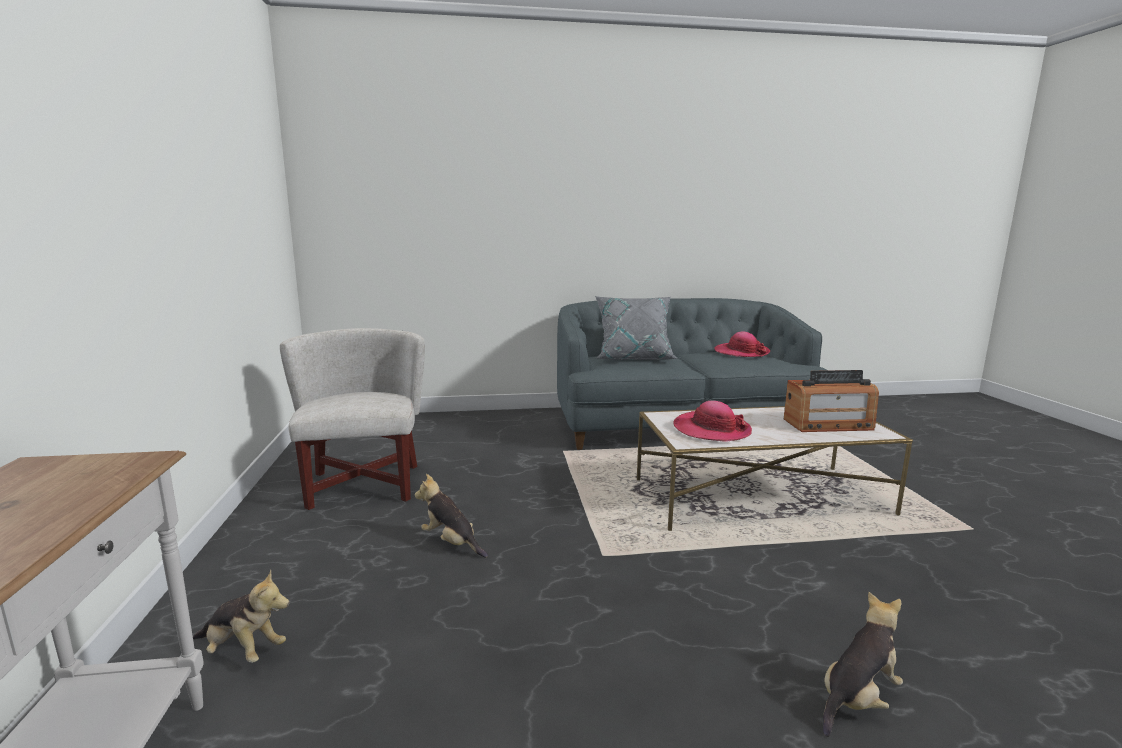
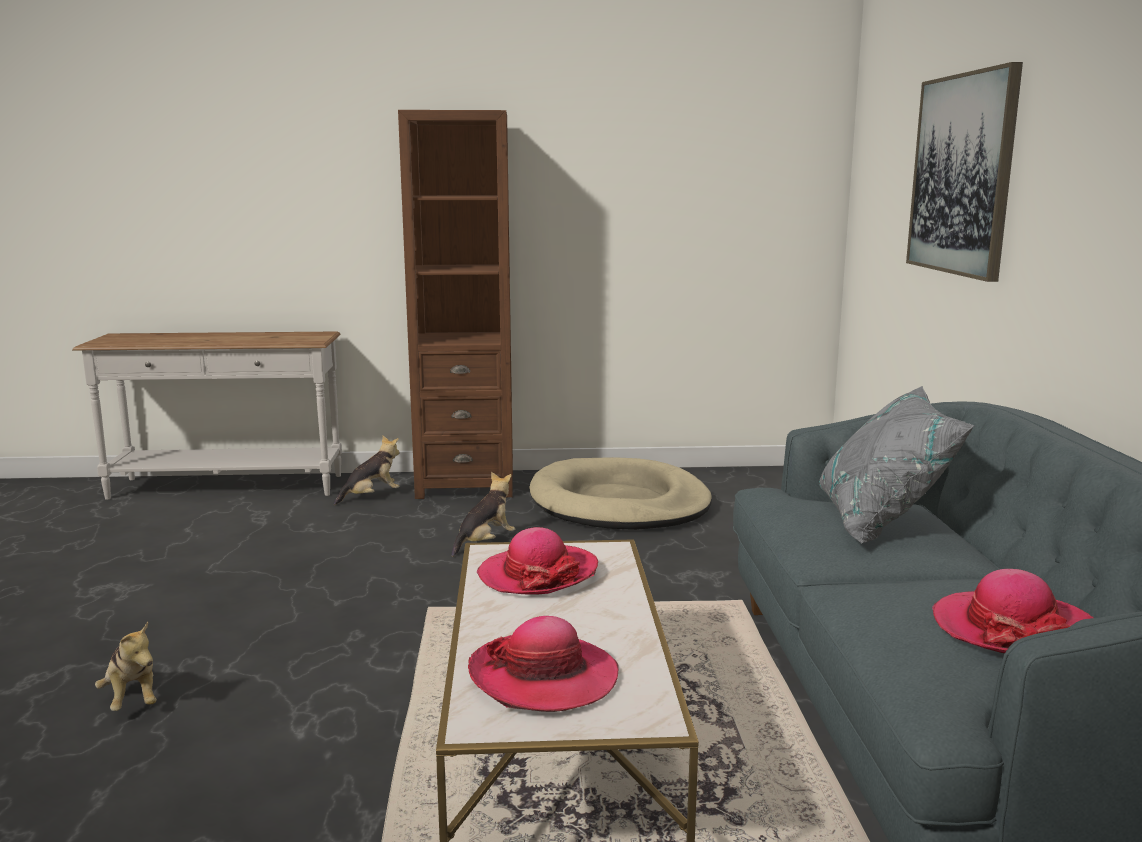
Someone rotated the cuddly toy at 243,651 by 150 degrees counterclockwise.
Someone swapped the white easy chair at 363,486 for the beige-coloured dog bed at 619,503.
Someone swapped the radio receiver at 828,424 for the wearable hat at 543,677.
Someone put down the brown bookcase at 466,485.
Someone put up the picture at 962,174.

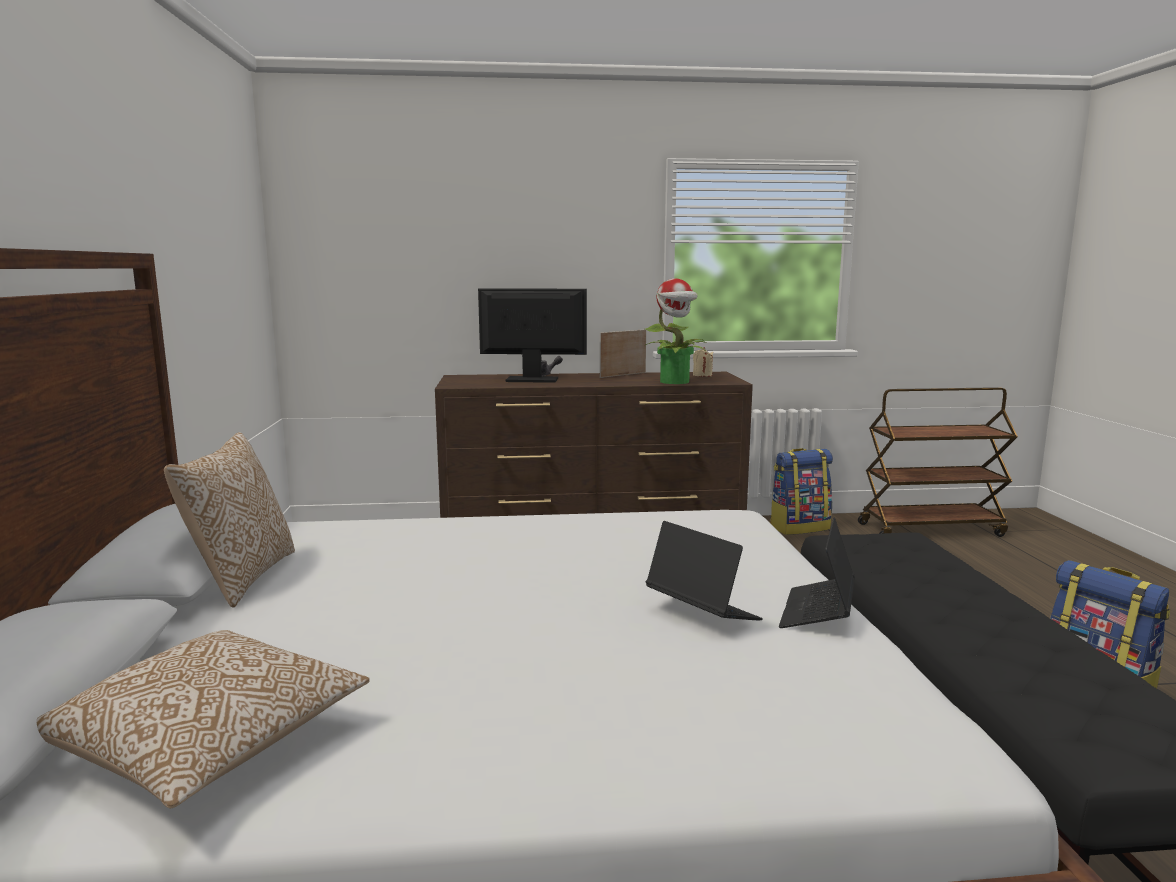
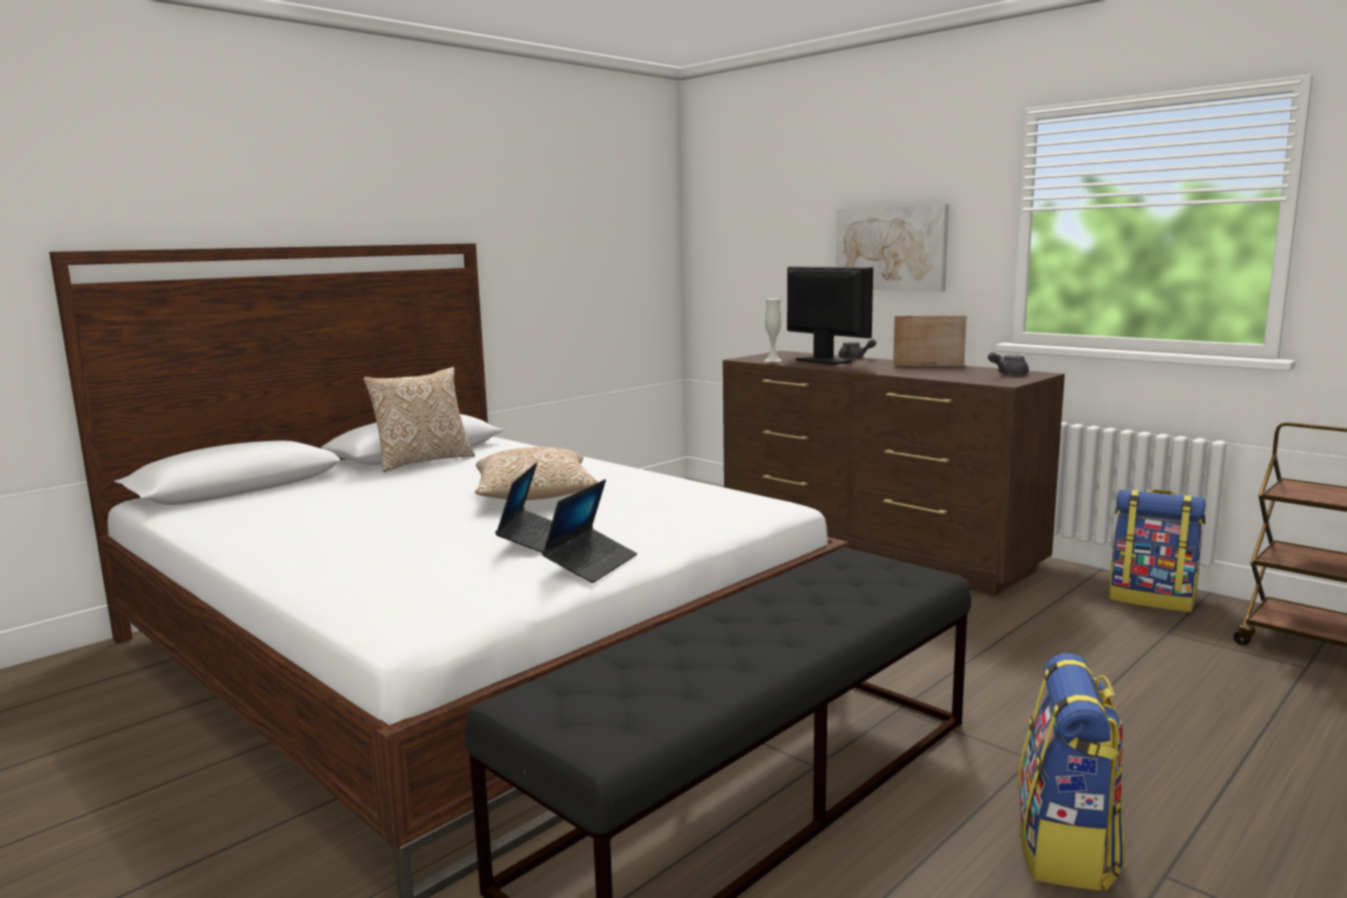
Someone carried the cushion from 211,746 to 534,496.
Someone took away the plant in a pot at 675,382.
Someone swapped the beige-coloured wax candle at 702,375 for the grey tea pot at 1008,374.
Someone rotated the laptop at 817,613 by 135 degrees clockwise.
Someone put down the white flower vase at 772,360.
Someone put up the picture at 891,248.

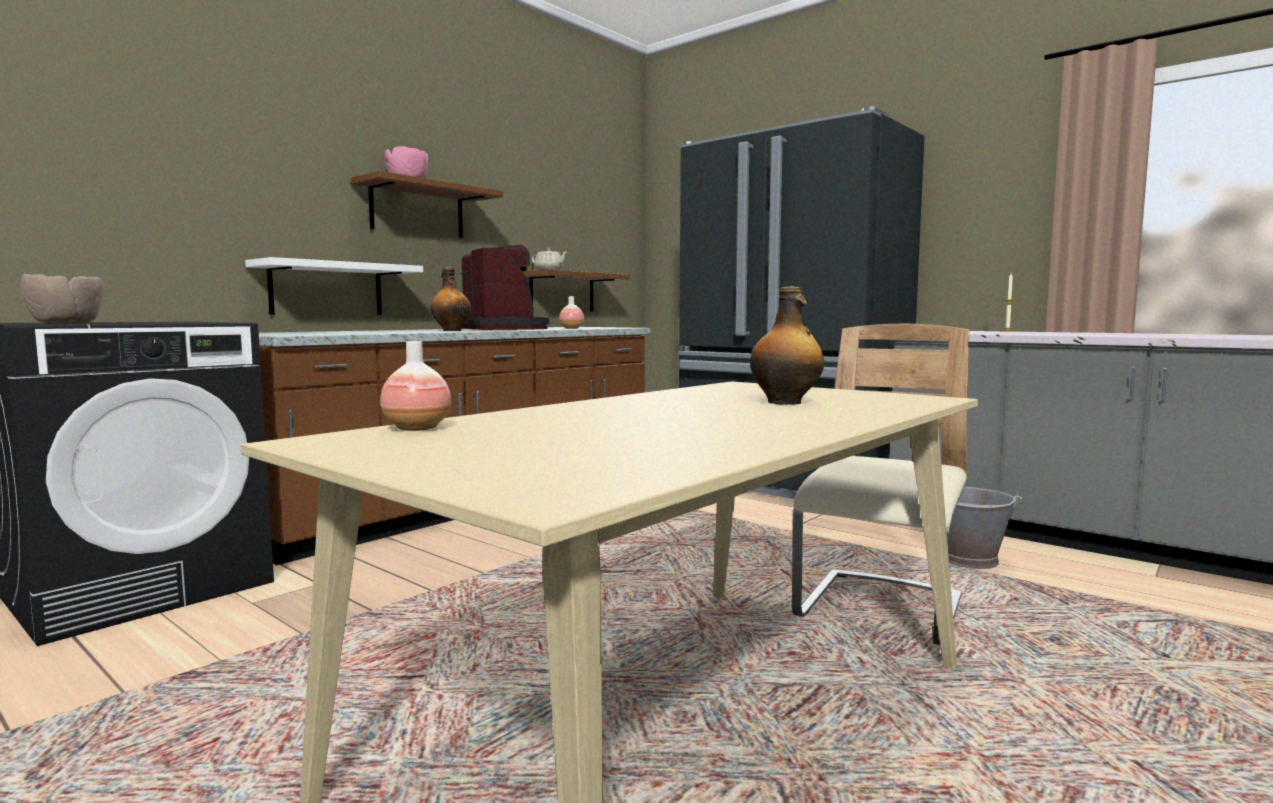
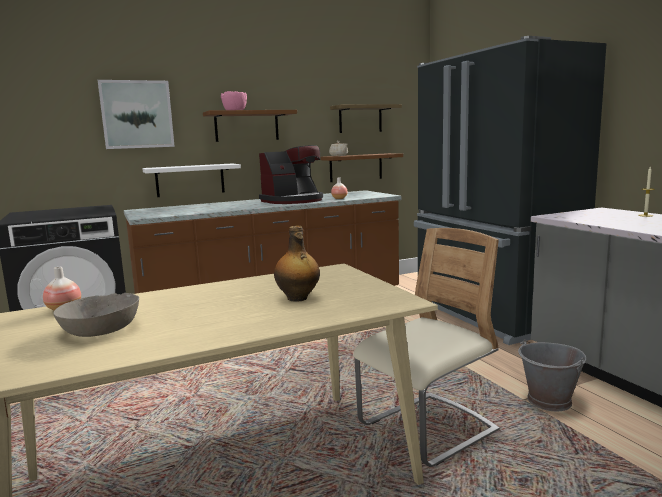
Someone took away the brown serving bowl at 67,323.
Someone took away the drink bottle at 451,330.
Someone rotated the coffee brewer at 505,329 by 60 degrees clockwise.
Someone put down the grey serving bowl at 100,329.
Someone put up the picture at 137,114.
Someone put up the shelf at 360,119.

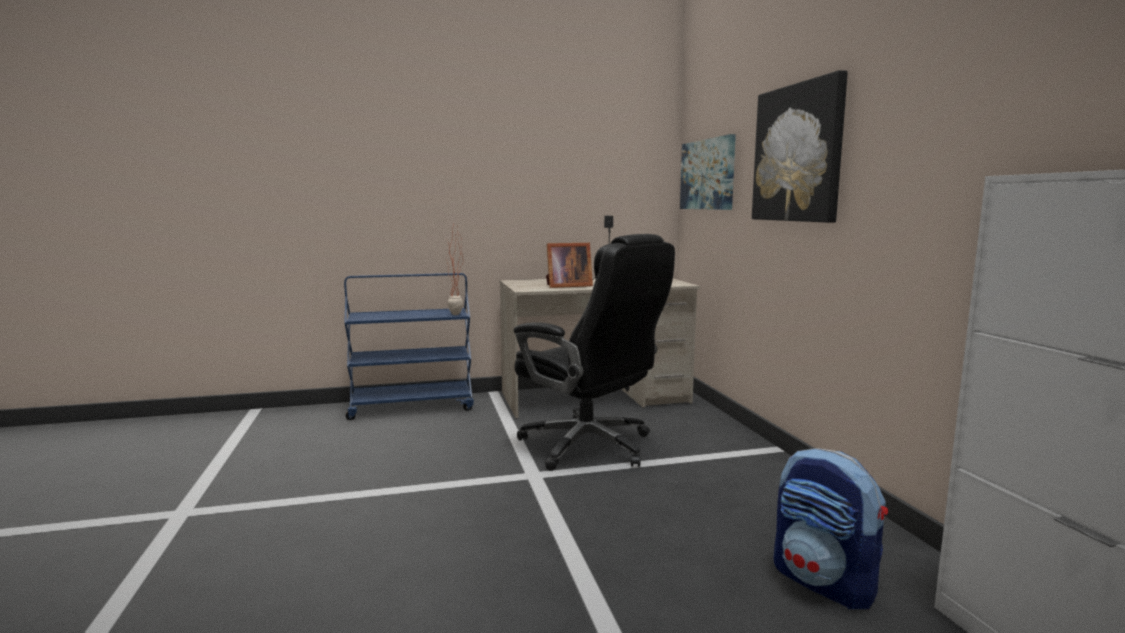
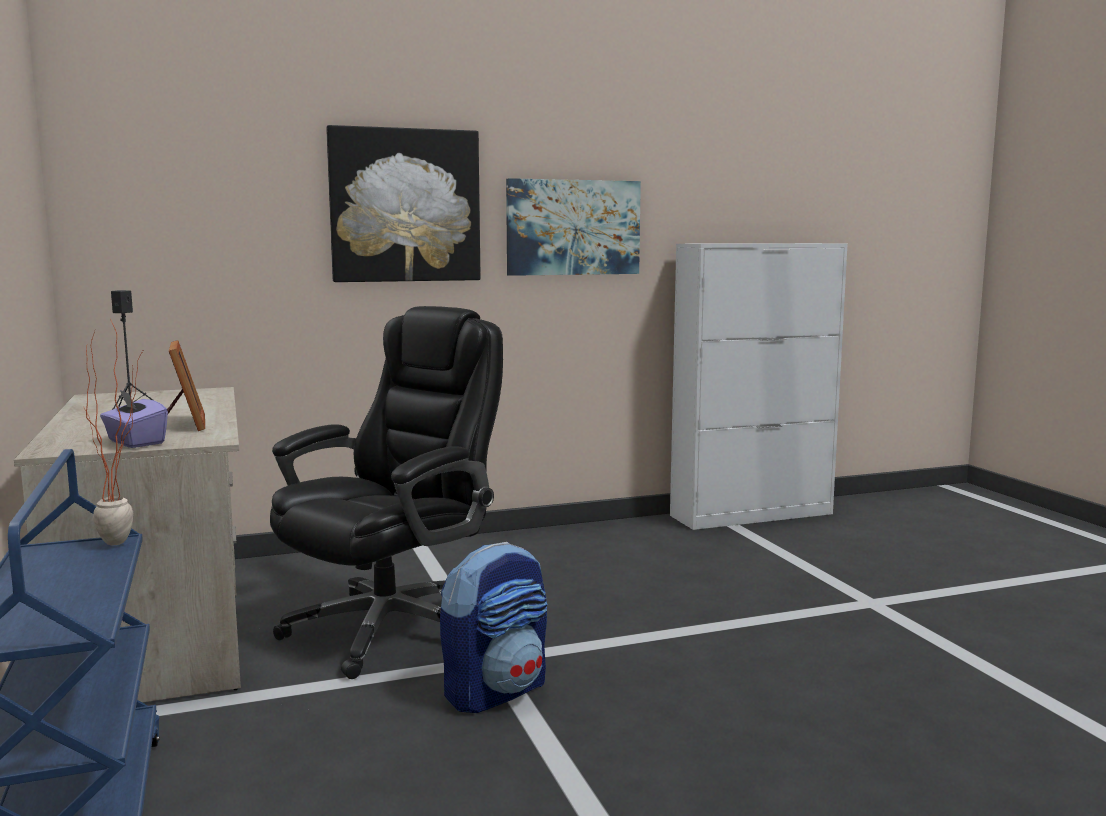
Someone carried the picture from 708,174 to 573,227.
Someone carried the rucksack from 825,583 to 496,691.
Someone put down the purple tissue box at 135,442.

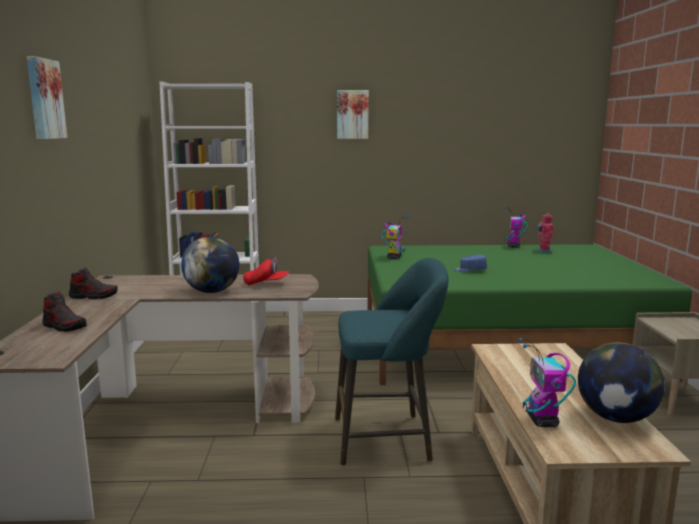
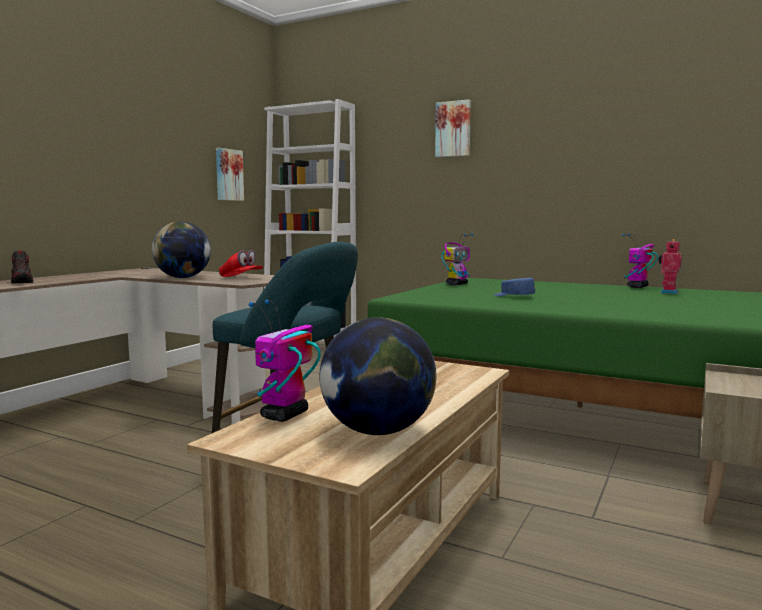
Someone carried the picture from 44,99 to 228,175.
Someone took away the shoe at 93,296.

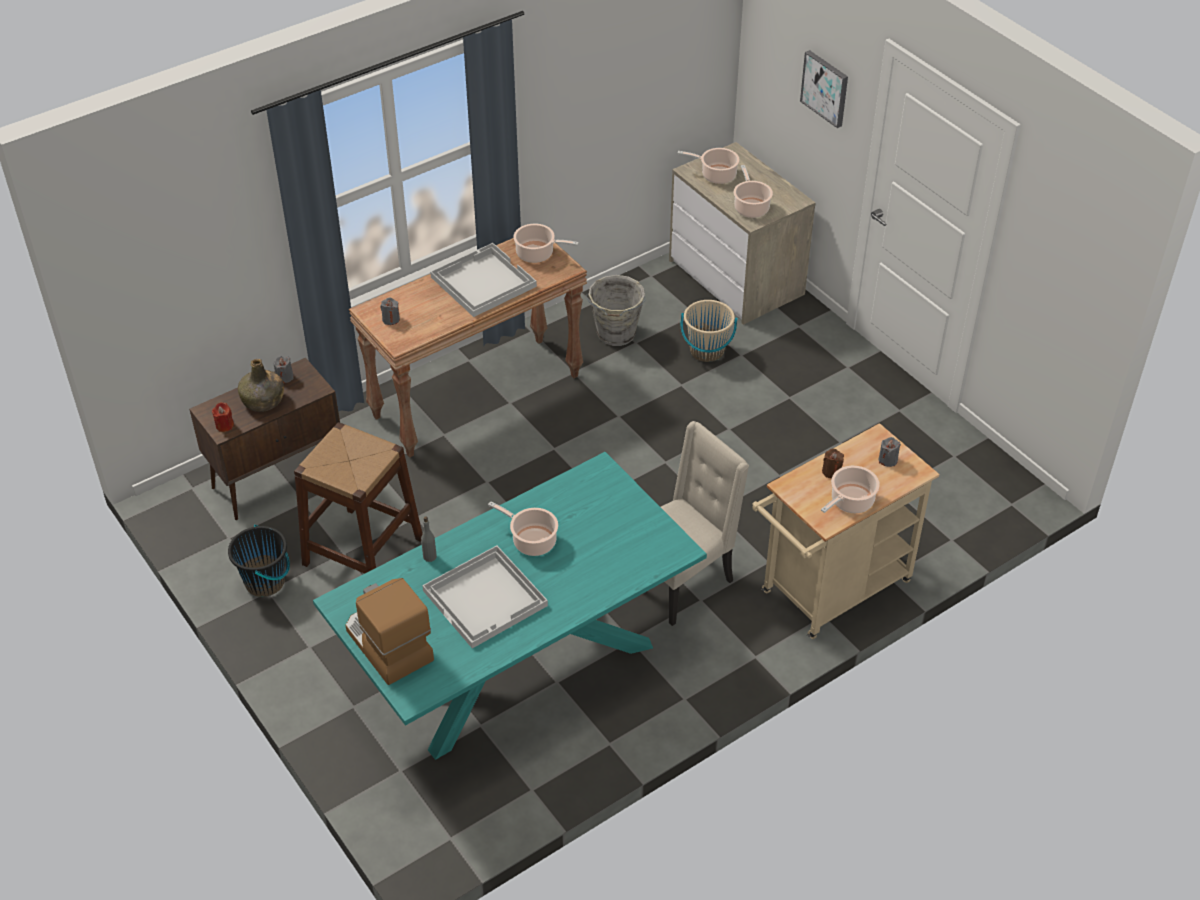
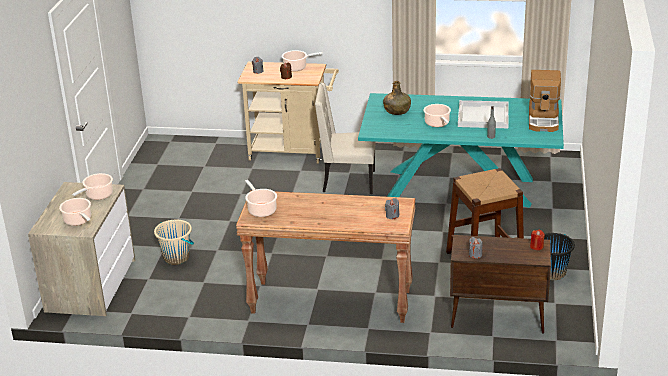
Someone carried the green-coloured drink bottle from 263,401 to 397,111.
Someone took away the white serving tray at 482,281.
Someone took away the grey bucket at 616,334.
Someone took away the picture at 825,88.

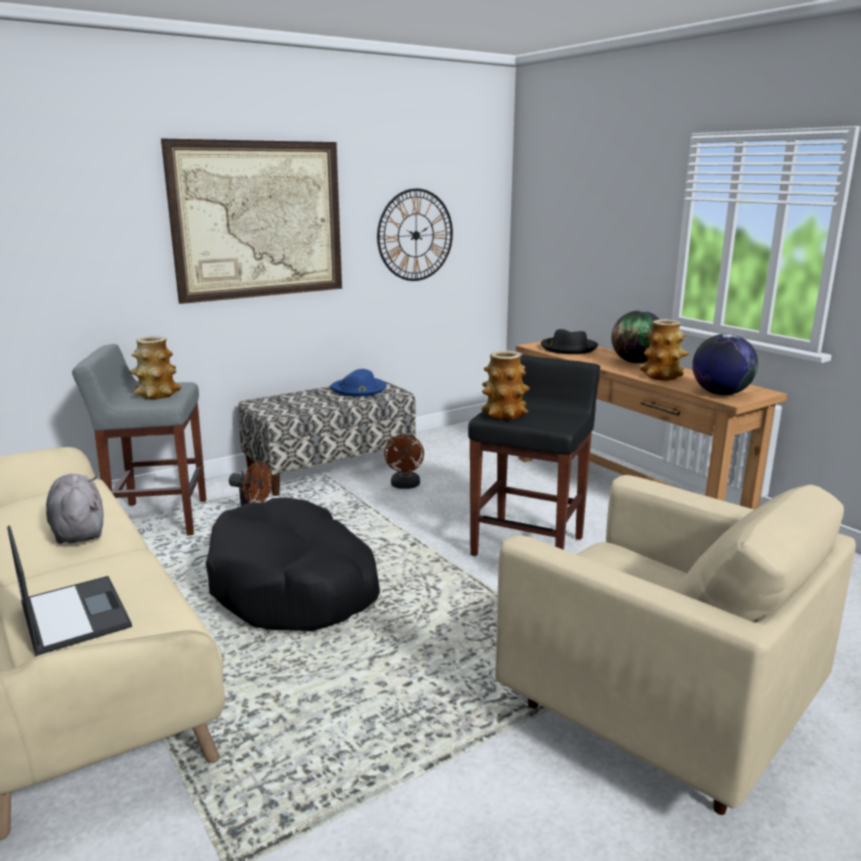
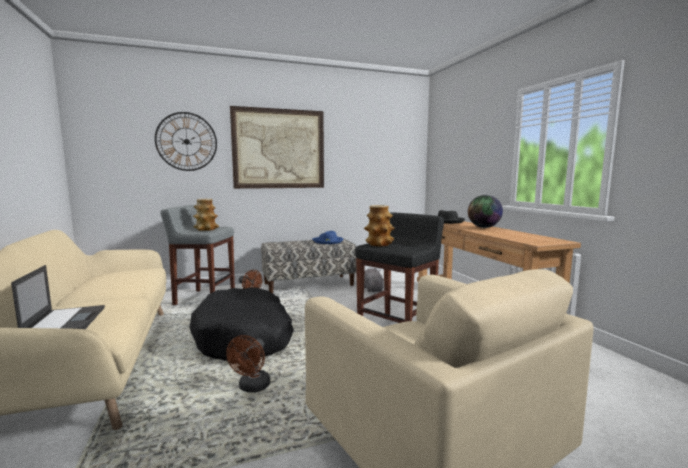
Someone carried the grey cuddly toy from 78,531 to 372,289.
Someone carried the hanging clock from 415,235 to 186,141.
Someone carried the brown cooling fan from 405,486 to 252,387.
Someone took away the flower vase at 662,376.
Someone took away the desk globe at 720,394.

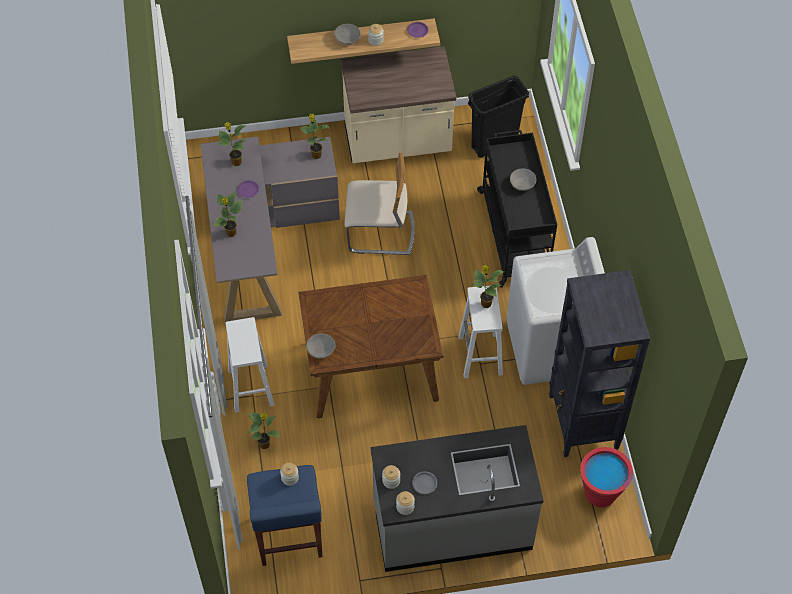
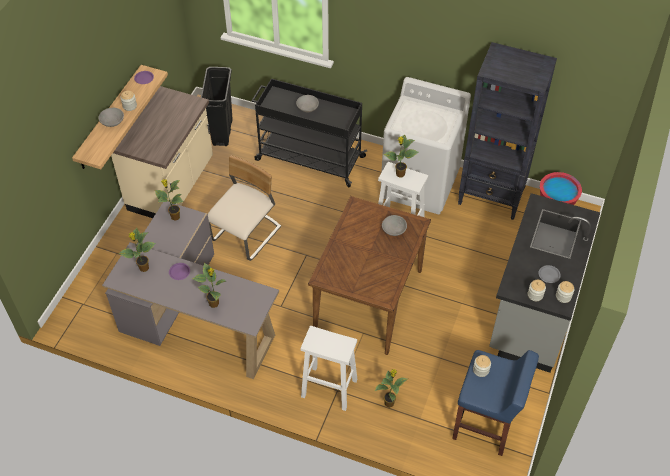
Someone carried the grey serving bowl from 321,350 to 394,230.

